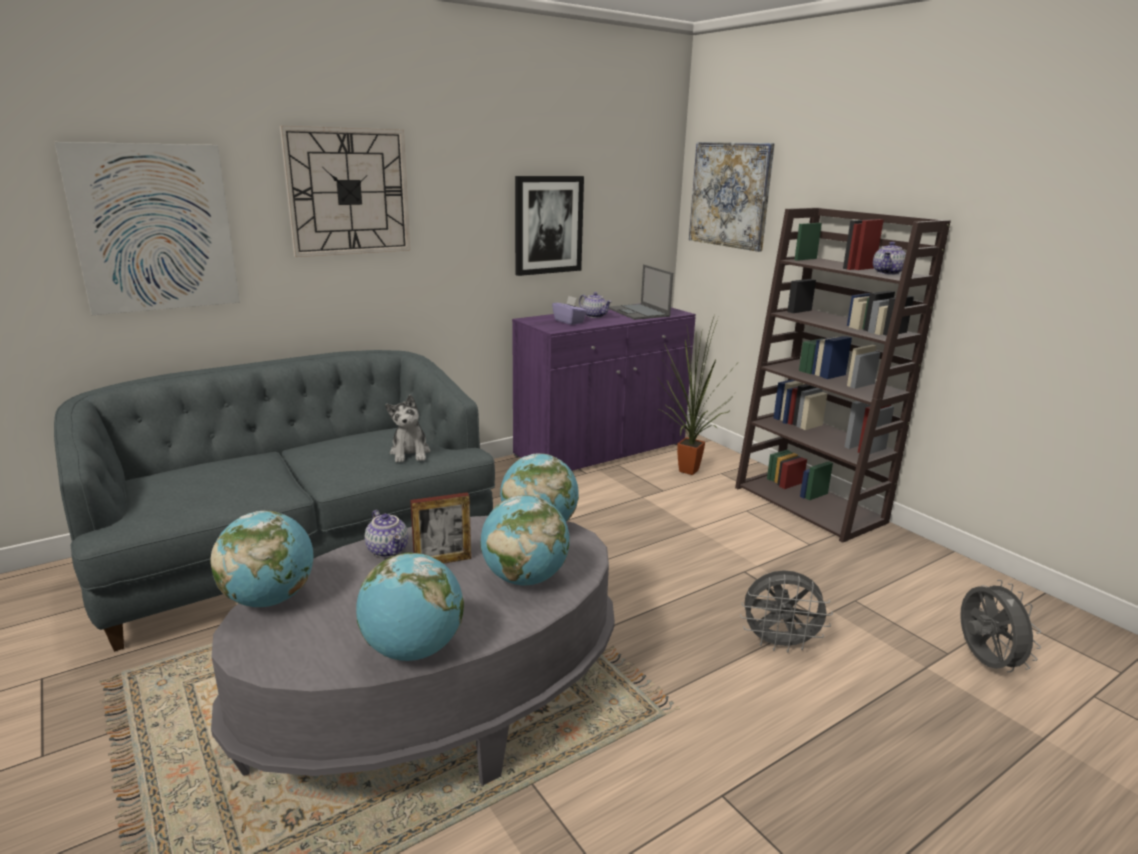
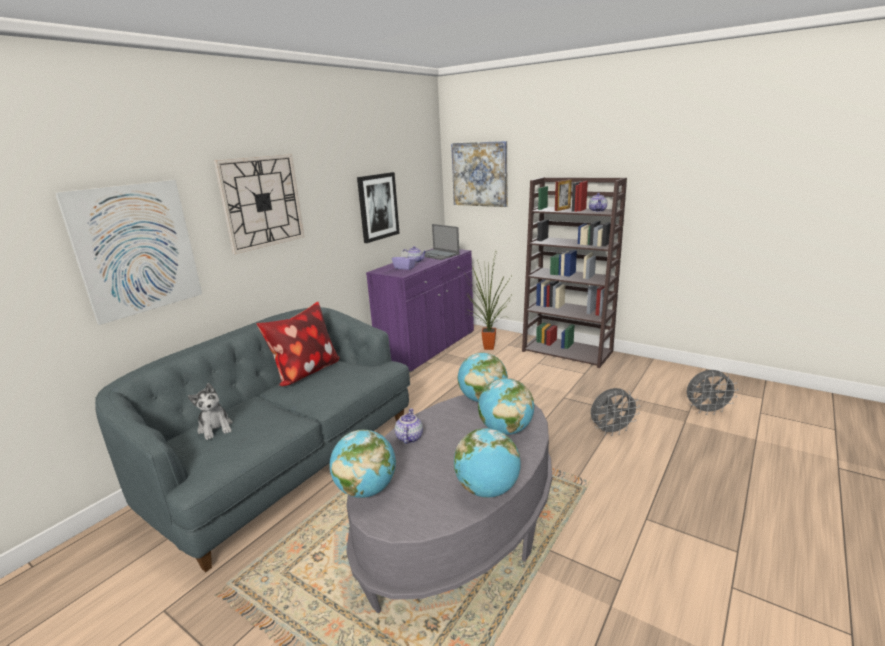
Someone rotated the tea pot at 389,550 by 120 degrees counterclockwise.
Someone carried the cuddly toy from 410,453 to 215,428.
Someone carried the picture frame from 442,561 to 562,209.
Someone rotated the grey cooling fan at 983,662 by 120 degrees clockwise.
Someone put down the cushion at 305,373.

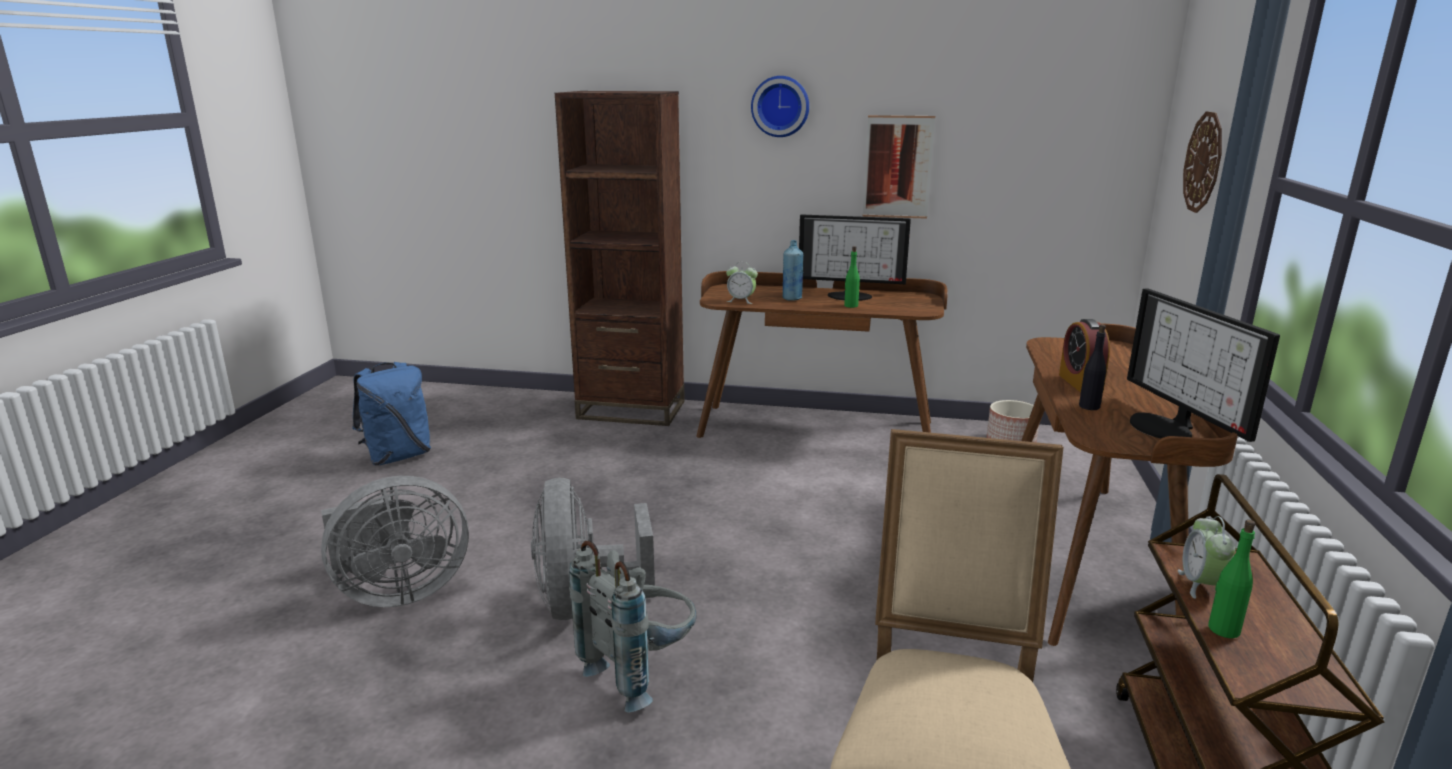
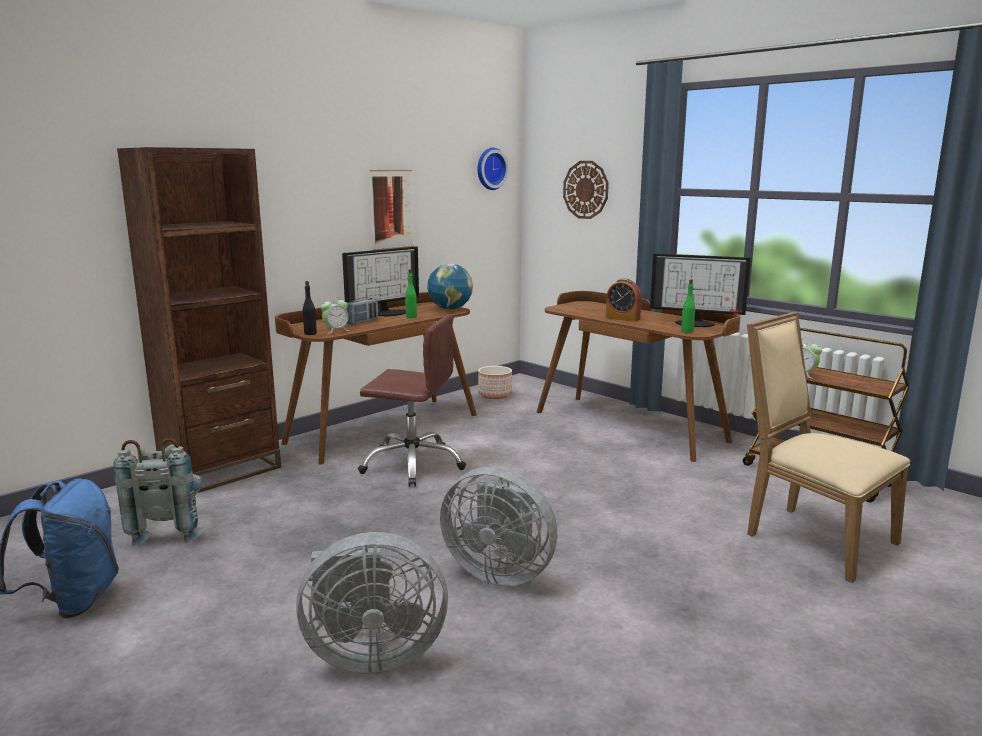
Someone rotated the grey cooling fan at 398,592 by 75 degrees clockwise.
Someone carried the grey rucksack from 641,671 to 169,530.
Someone carried the hanging clock from 780,106 to 490,169.
Someone swapped the blue drink bottle at 792,298 for the radio receiver at 362,322.
Someone carried the black drink bottle from 1089,406 to 310,333.
Someone carried the green-coloured drink bottle from 1223,629 to 687,331.
Someone put down the brown desk chair at 413,464.
Someone put down the desk globe at 450,309.

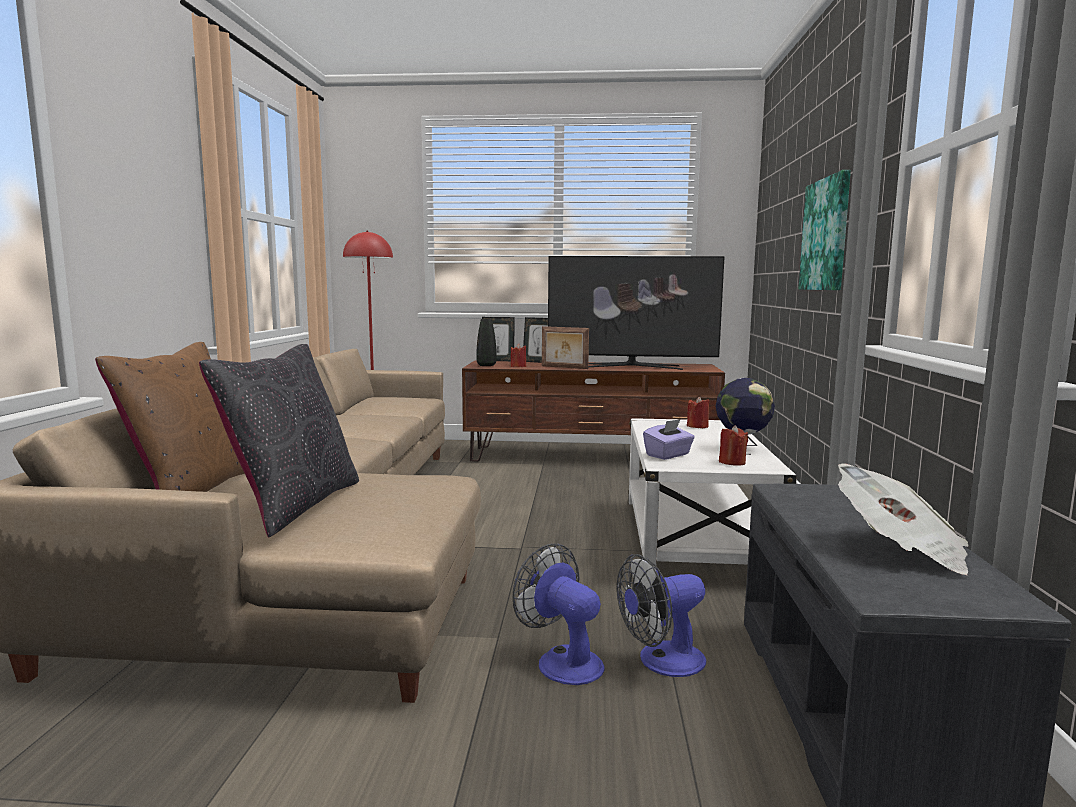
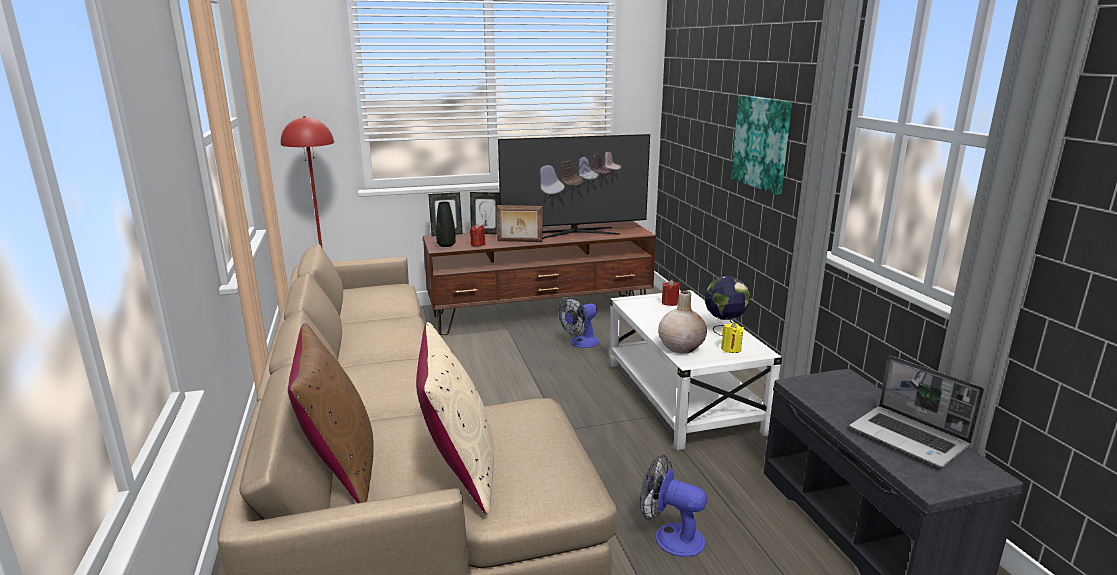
Someone repainted the black cushion at 294,505, which became the beige-coloured cushion at 459,469.
Someone carried the cooling fan from 661,662 to 580,343.
Someone swapped the purple tissue box at 668,455 for the beige-coloured flower vase at 681,347.
Someone repainted the reddish wax candle at 732,462, which became the yellow-coloured wax candle at 731,349.
Someone swapped the daily paper at 901,550 for the laptop at 910,438.

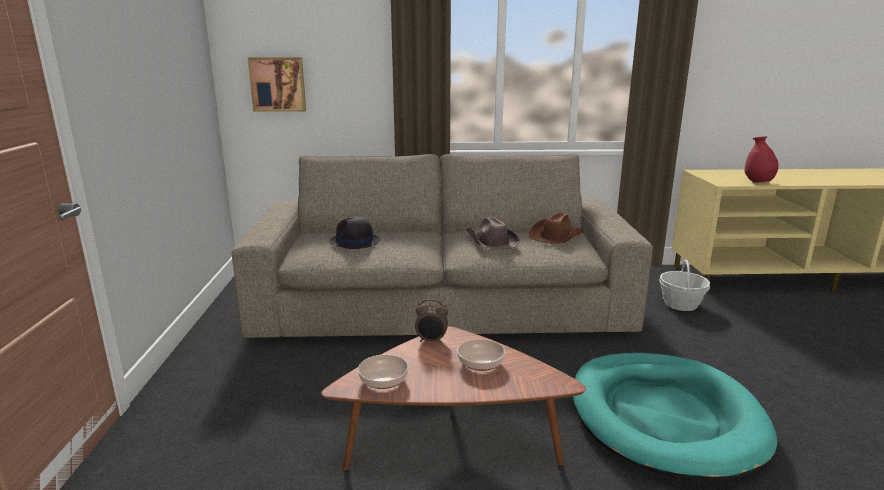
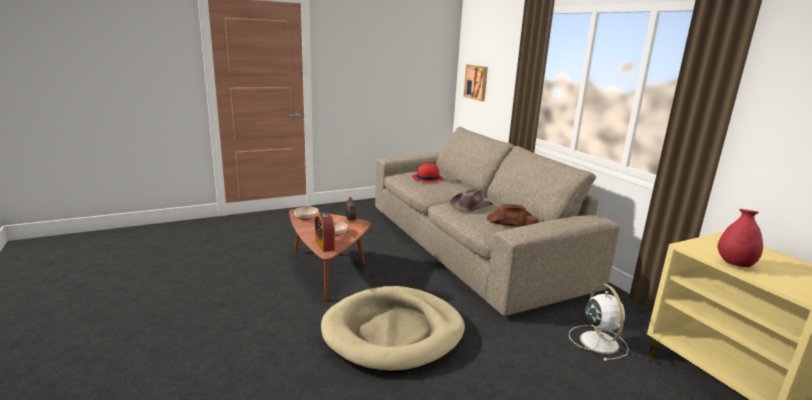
Someone repainted the black wearable hat at 354,242, which became the reddish wearable hat at 427,178.
Someone repainted the turquoise dog bed at 664,417, which became the beige-coloured dog bed at 393,332.
Someone swapped the basket at 680,304 for the white cooling fan at 598,341.
Someone put down the bedside clock at 324,245.

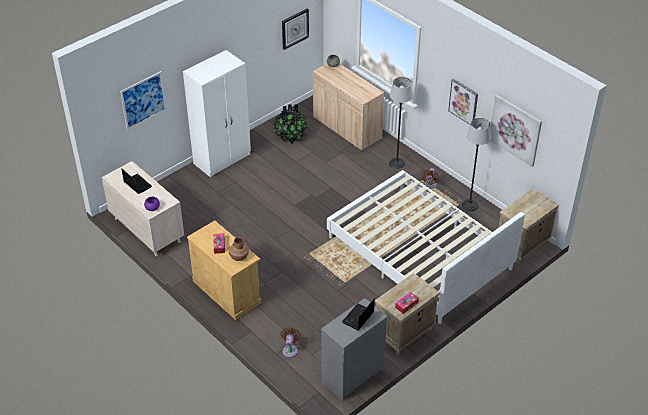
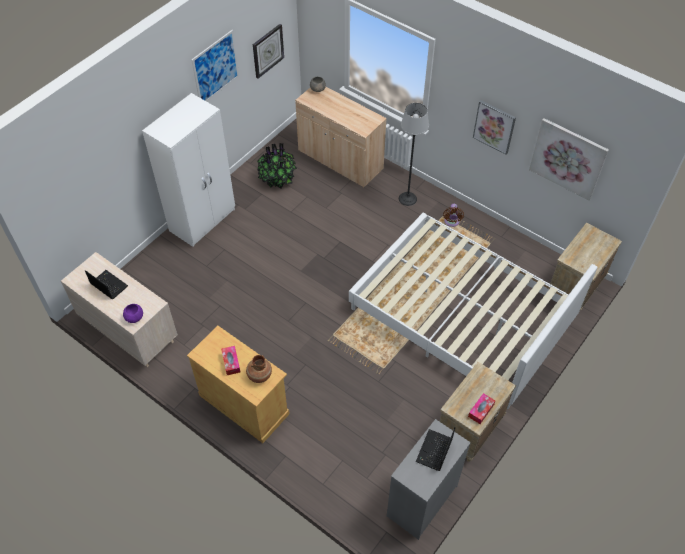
Someone carried the picture from 143,100 to 215,68.
Someone took away the brown cooling fan at 290,350.
Someone took away the standard lamp at 469,205.

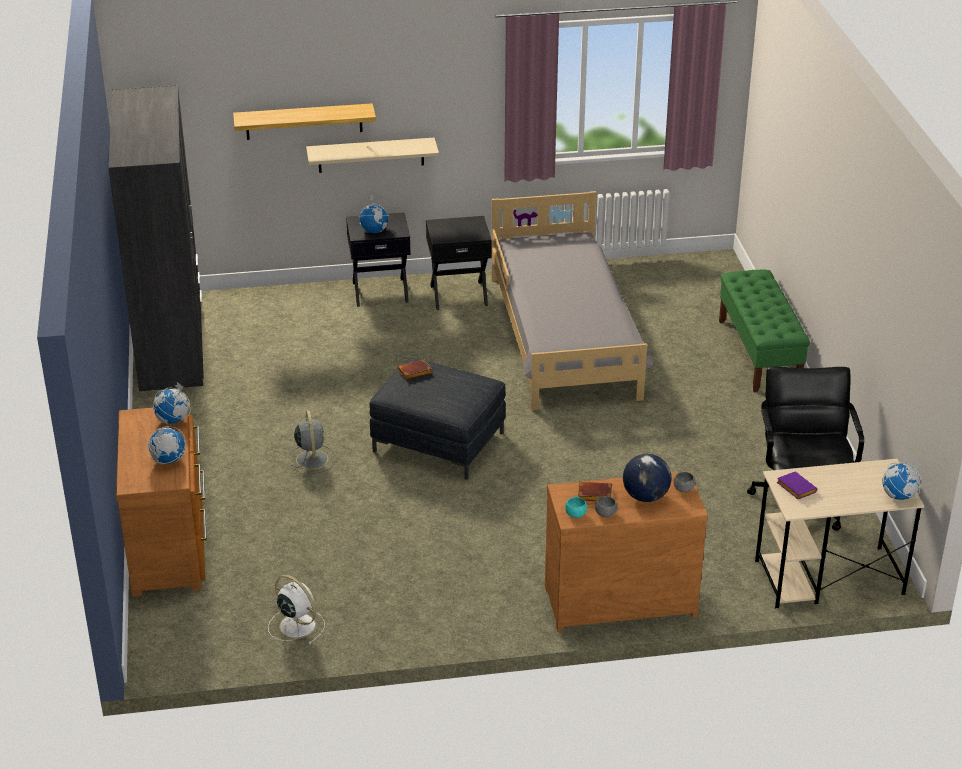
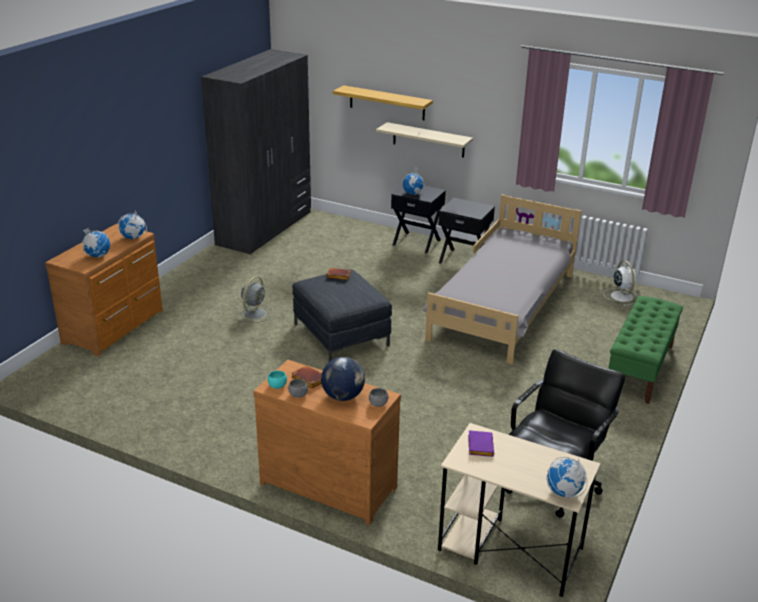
Someone carried the white cooling fan from 296,625 to 621,296.

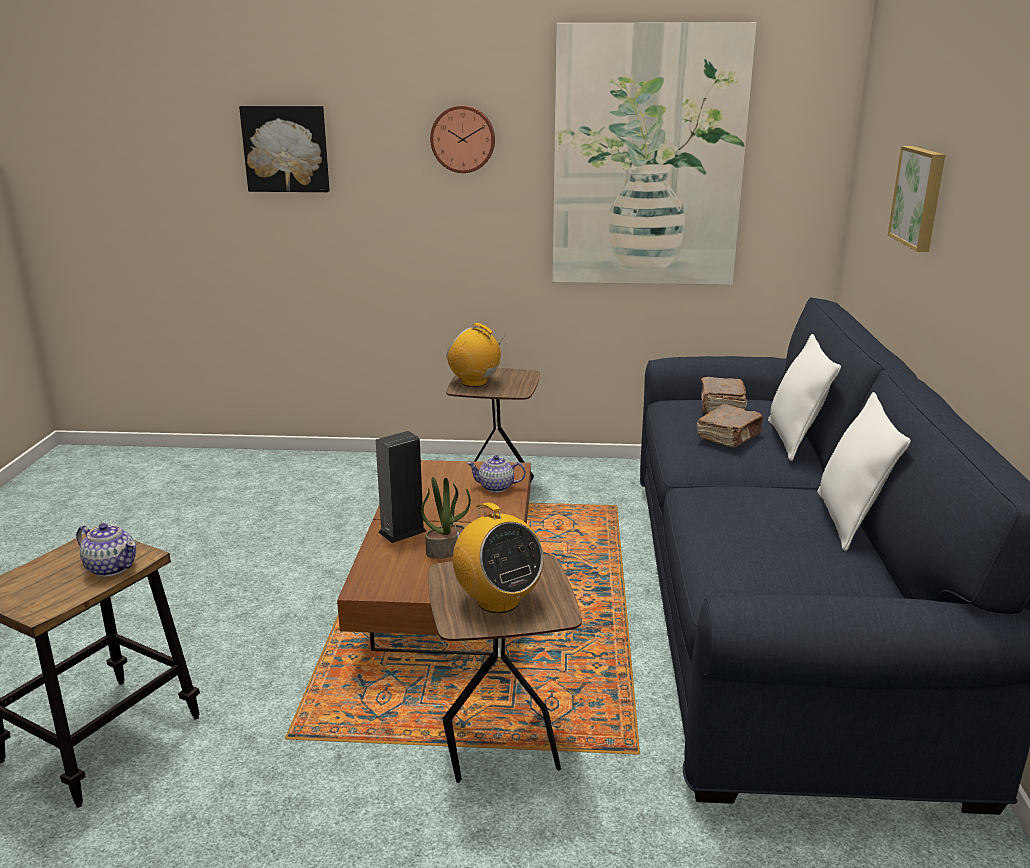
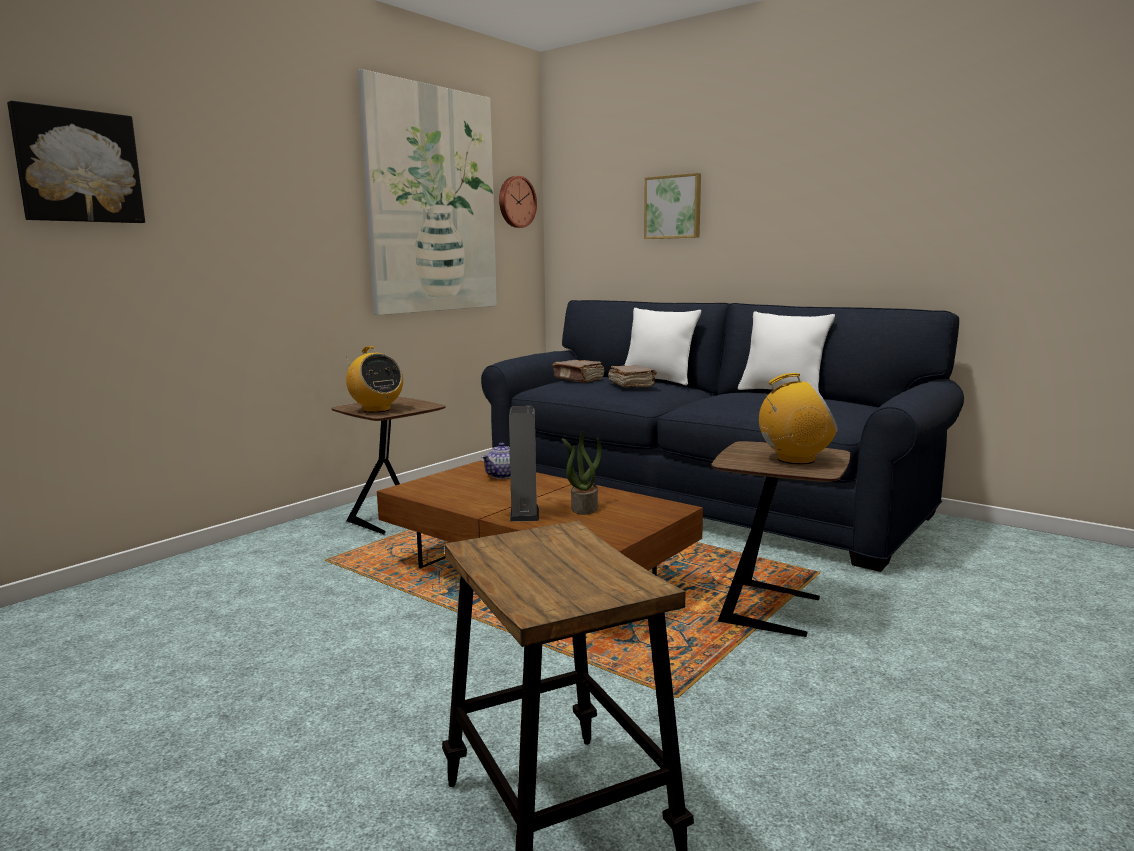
Someone took away the tea pot at 111,567.
Someone carried the hanging clock from 463,139 to 516,202.
Someone rotated the radio receiver at 474,382 by 105 degrees counterclockwise.

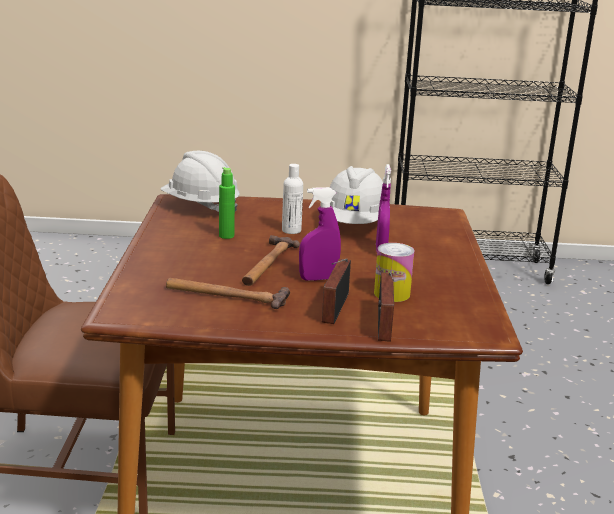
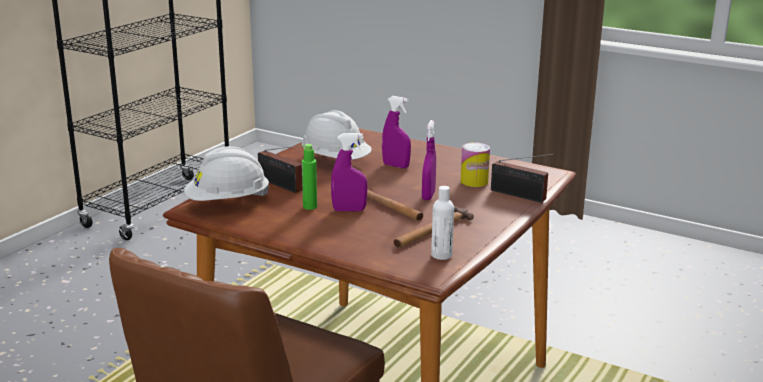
Someone carried the white drink bottle from 291,230 to 441,255.
Someone carried the radio receiver from 333,309 to 282,185.
Someone put down the purple hand sprayer at 349,210.

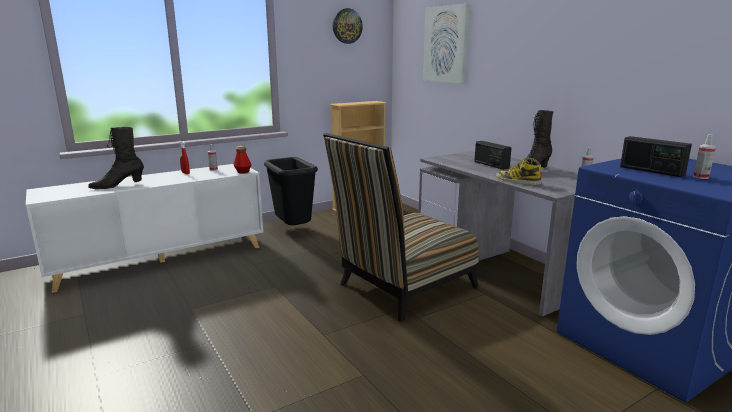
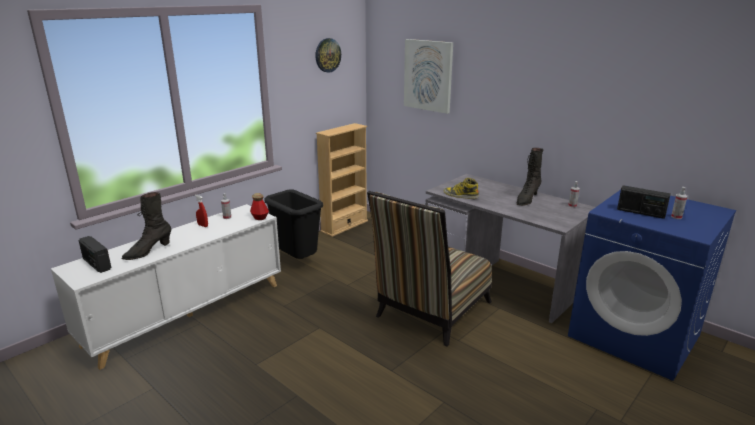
Someone carried the radio receiver from 491,165 to 96,264.
Someone carried the boot from 517,181 to 460,195.

